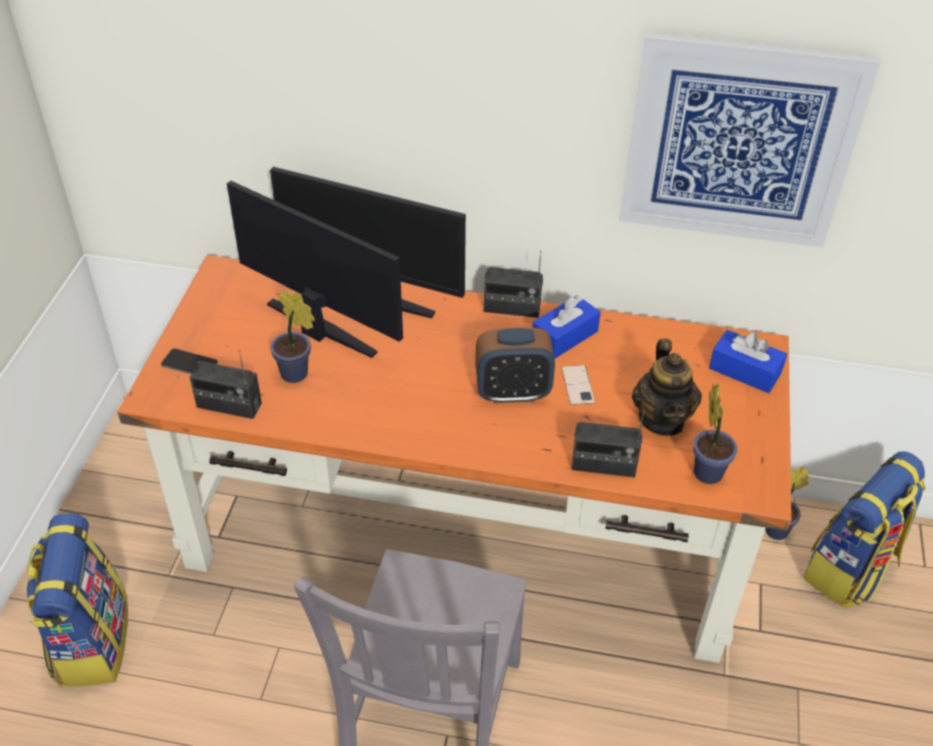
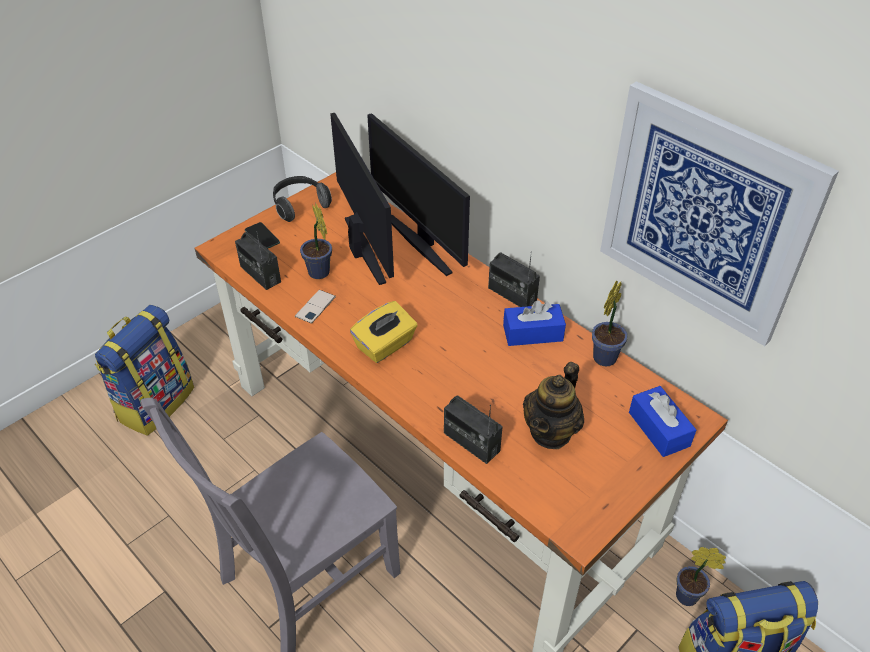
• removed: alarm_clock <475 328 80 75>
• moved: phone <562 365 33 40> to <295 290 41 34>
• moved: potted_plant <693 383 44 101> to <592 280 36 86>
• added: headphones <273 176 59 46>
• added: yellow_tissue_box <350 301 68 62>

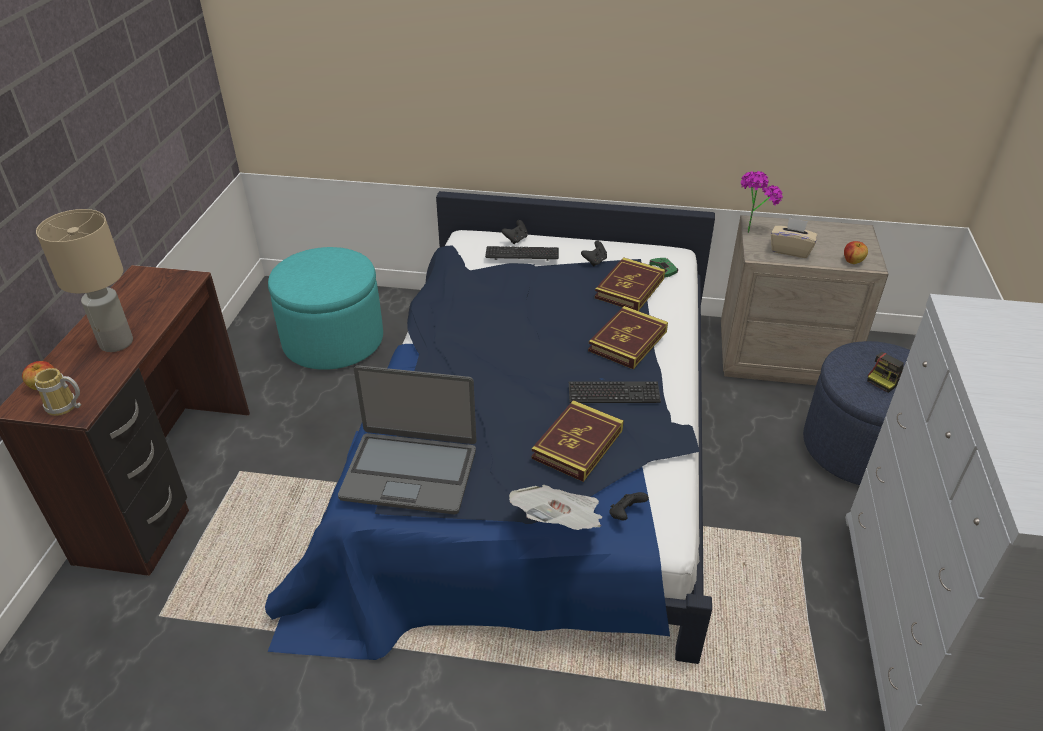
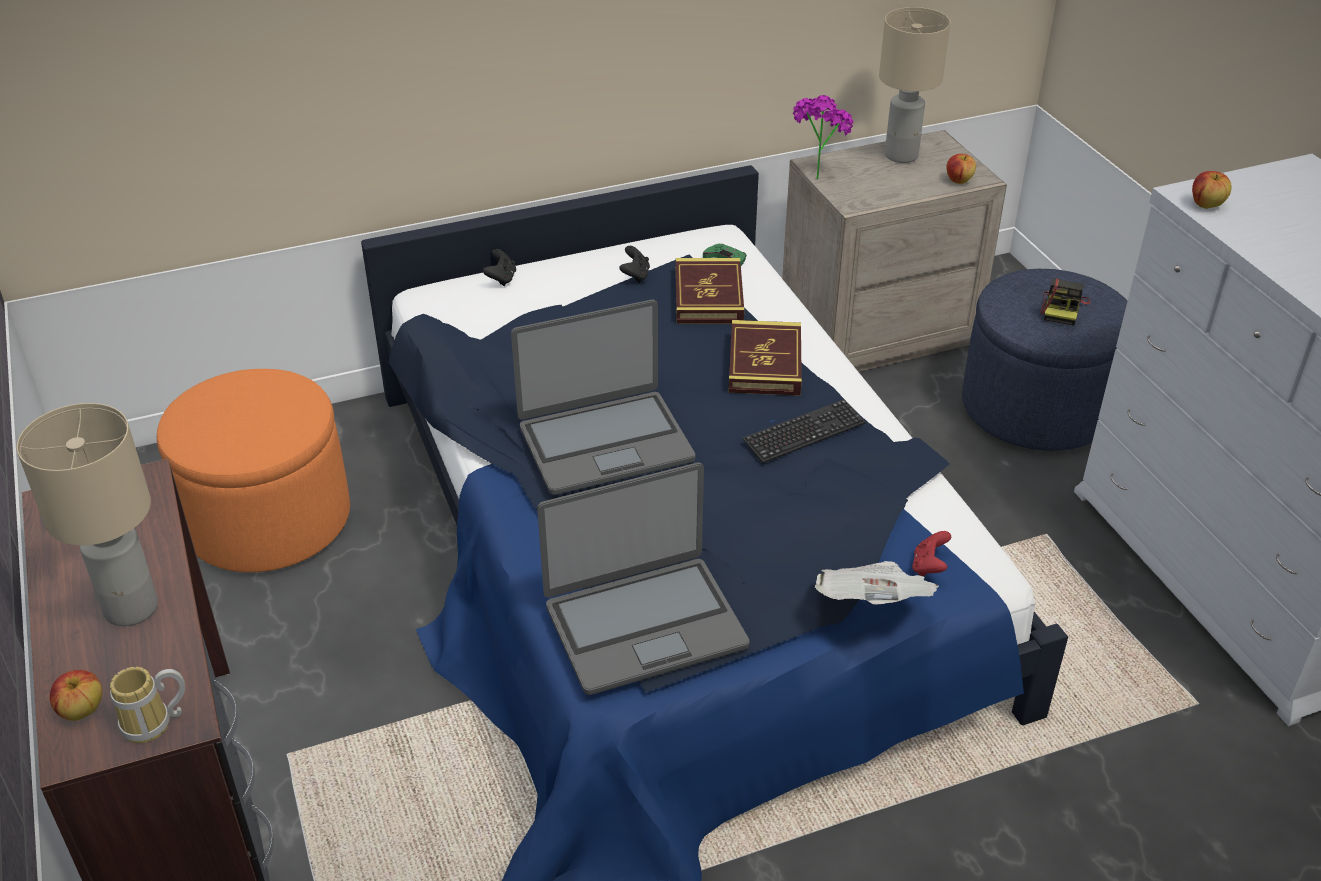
• removed: beige_tissue_box <771 217 46 41>
• removed: keyboard <485 246 74 15>
• recoloured: turquoise_ottoman <268 247 115 123> to orange_ottoman <157 369 193 203>
• removed: book <532 400 92 82>
• recoloured: black_game_controller <609 492 40 28> to red_game_controller <912 531 39 45>
• added: beige_table_lamp <879 7 71 156>
• added: apple <1192 171 40 38>
• added: laptop <511 300 184 195>

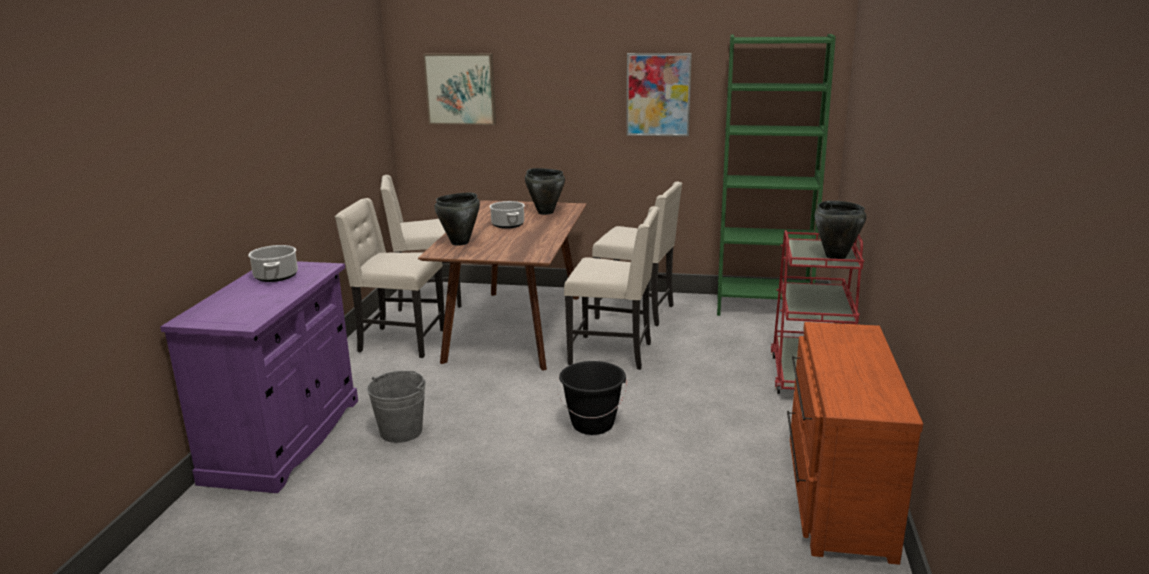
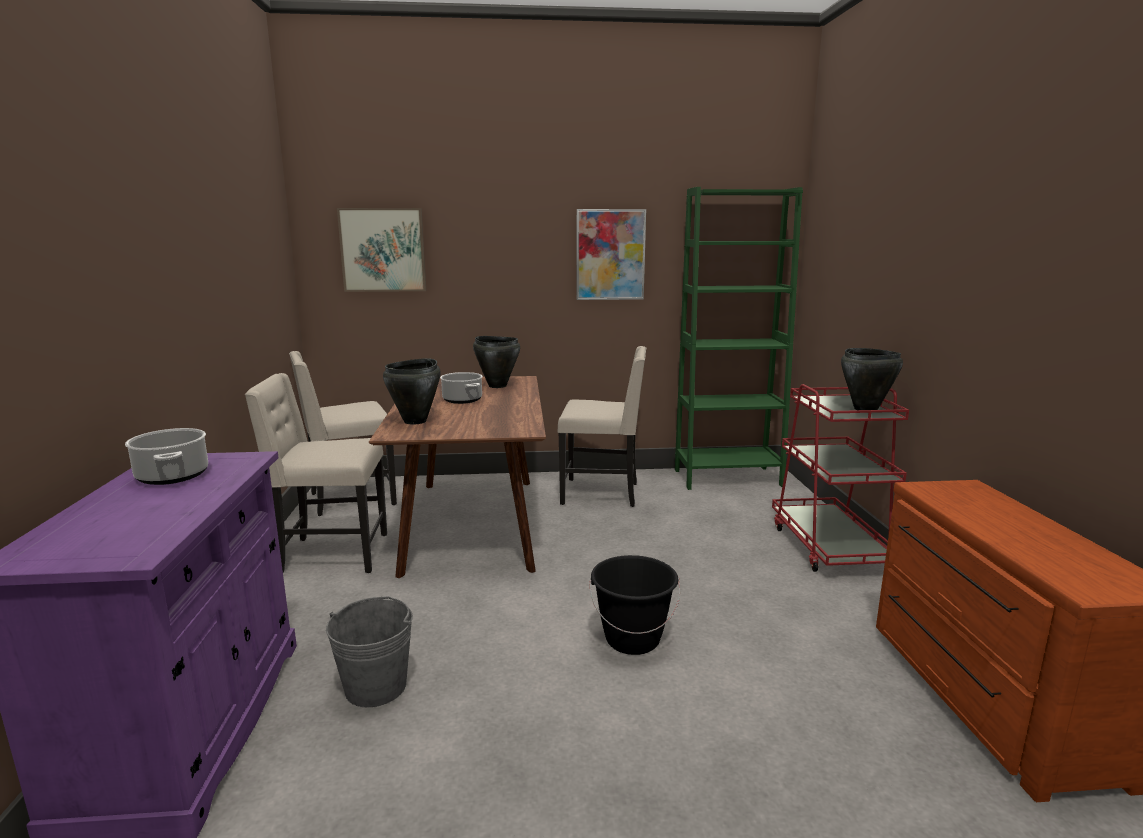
• removed: beige_chair <564 206 96 164>

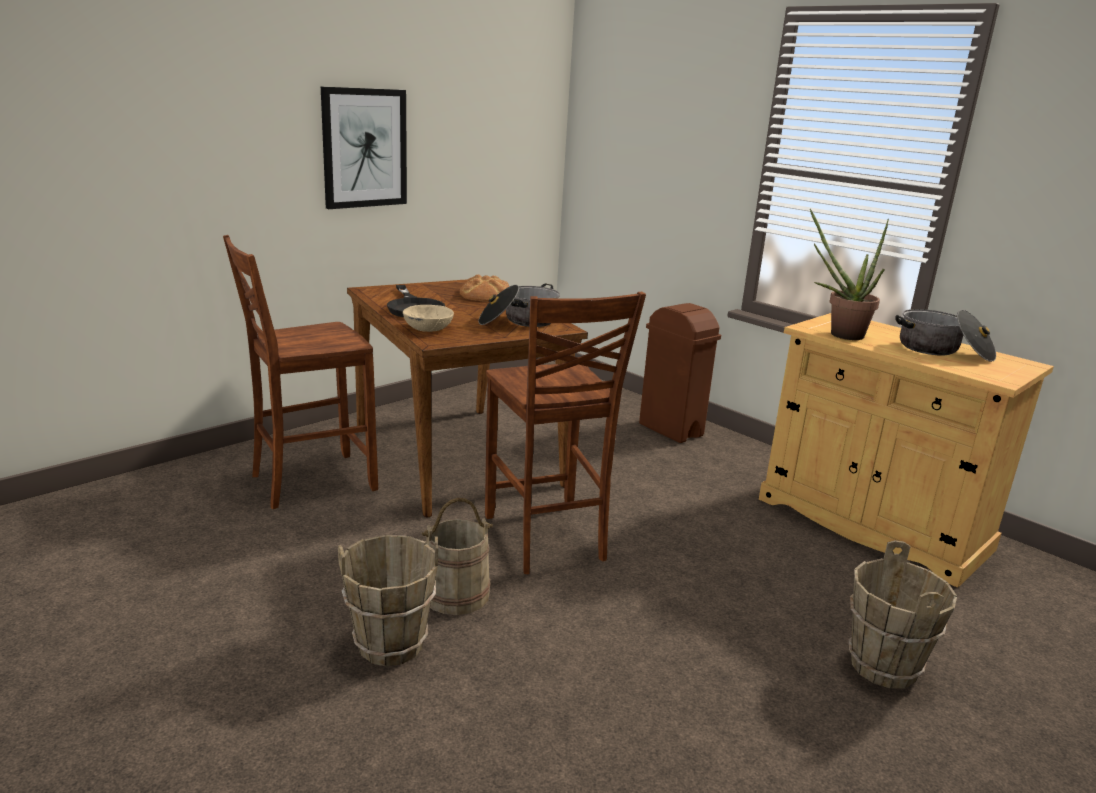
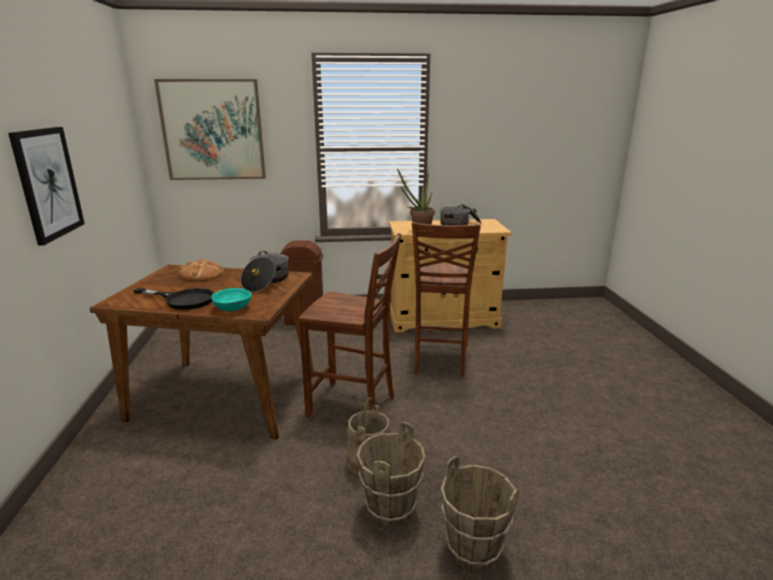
• moved: brown_chair <223 235 155 274> to <412 222 69 155>
• recoloured: beige_bowl <403 305 51 27> to turquoise_bowl <211 288 40 23>
• moved: brown_bucket <849 540 108 149> to <441 456 78 114>
• added: picture <154 79 112 101>

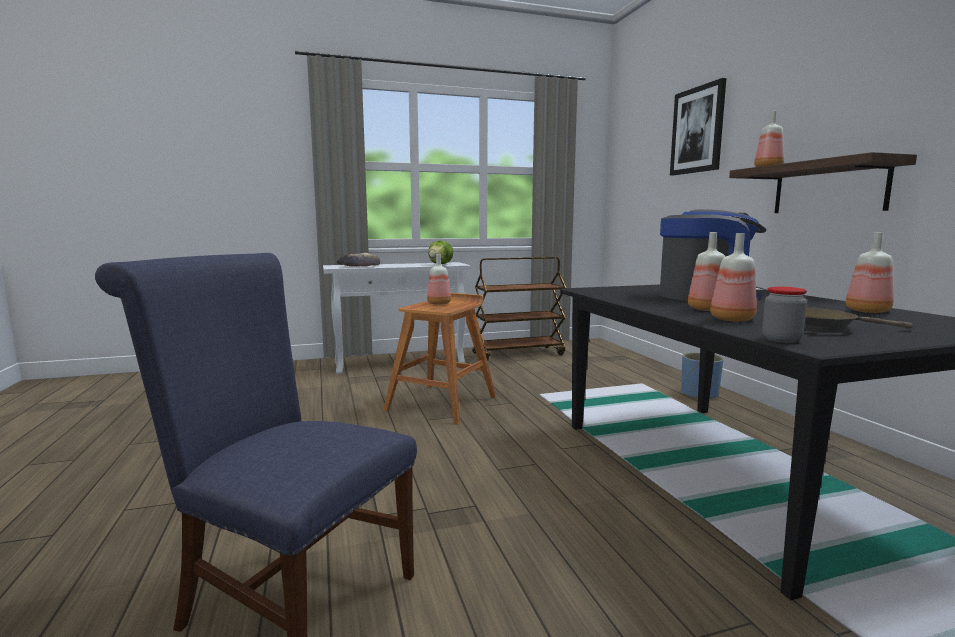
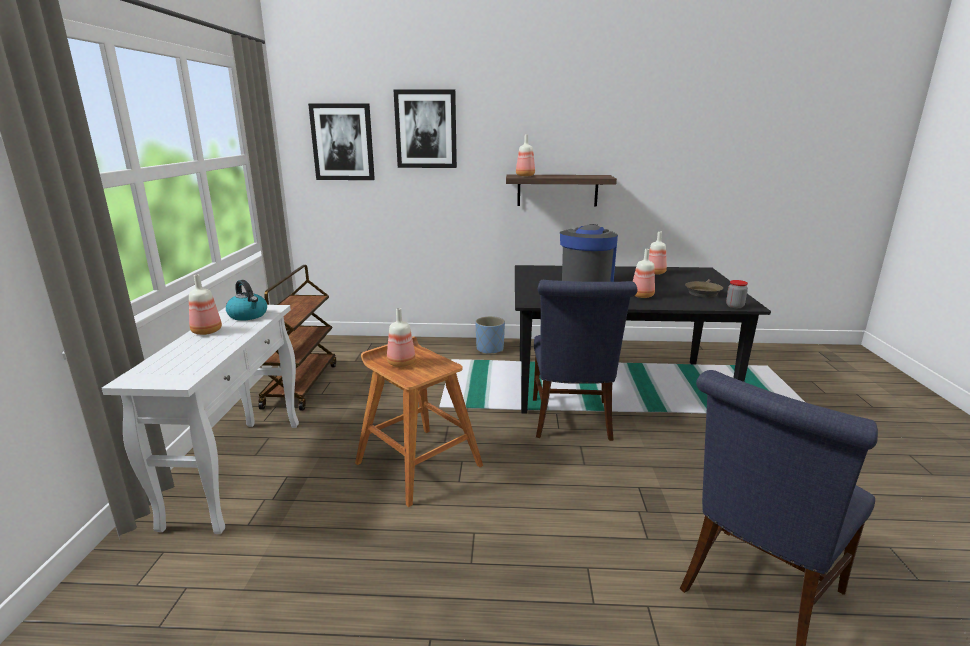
• moved: bottle <710 233 47 89> to <189 275 33 60>
• replaced: lettuce <428 240 26 24> to kettle <226 280 41 41>
• removed: bread <337 252 43 15>
• added: picture <308 103 67 77>
• added: blue_chair <533 280 105 161>

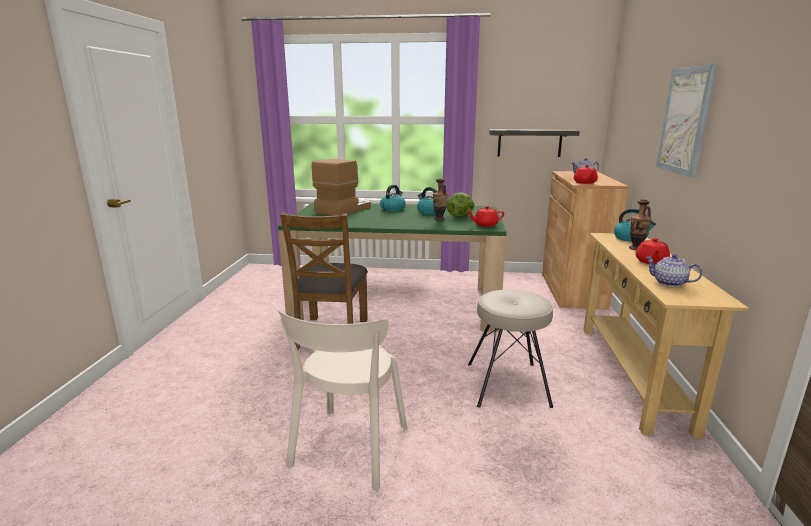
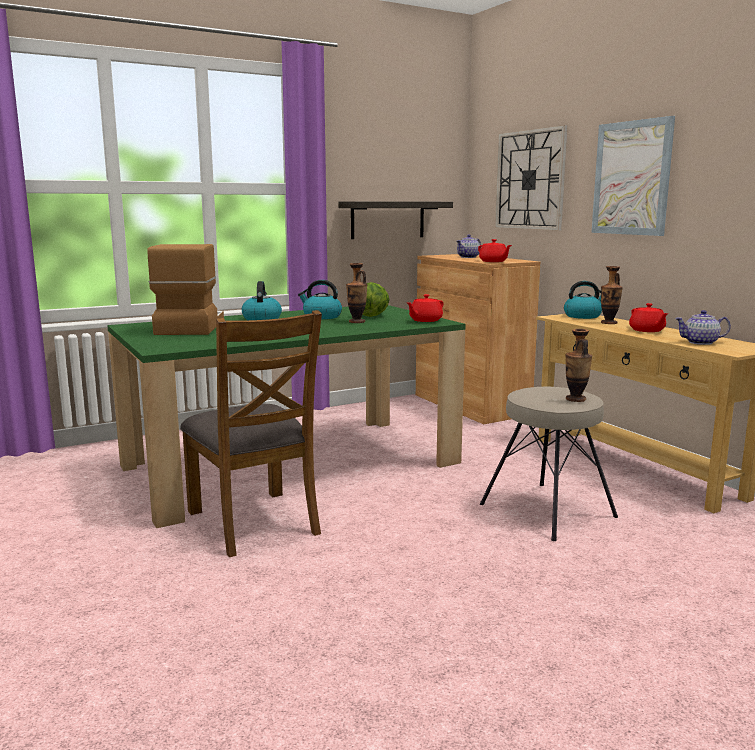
• removed: beige_chair <273 303 134 186>
• added: wall_clock <495 125 73 106>
• added: vase <565 329 27 73>

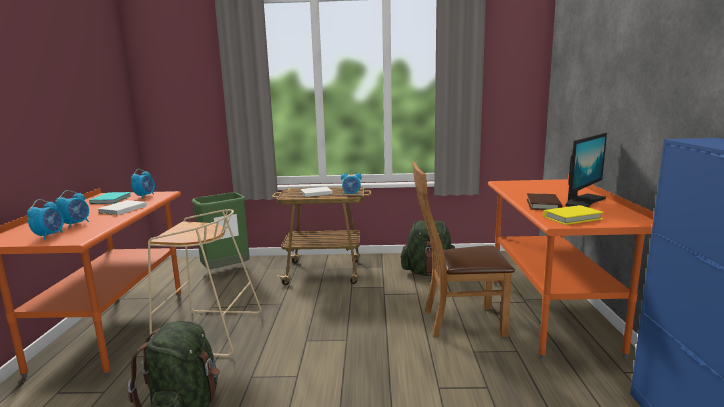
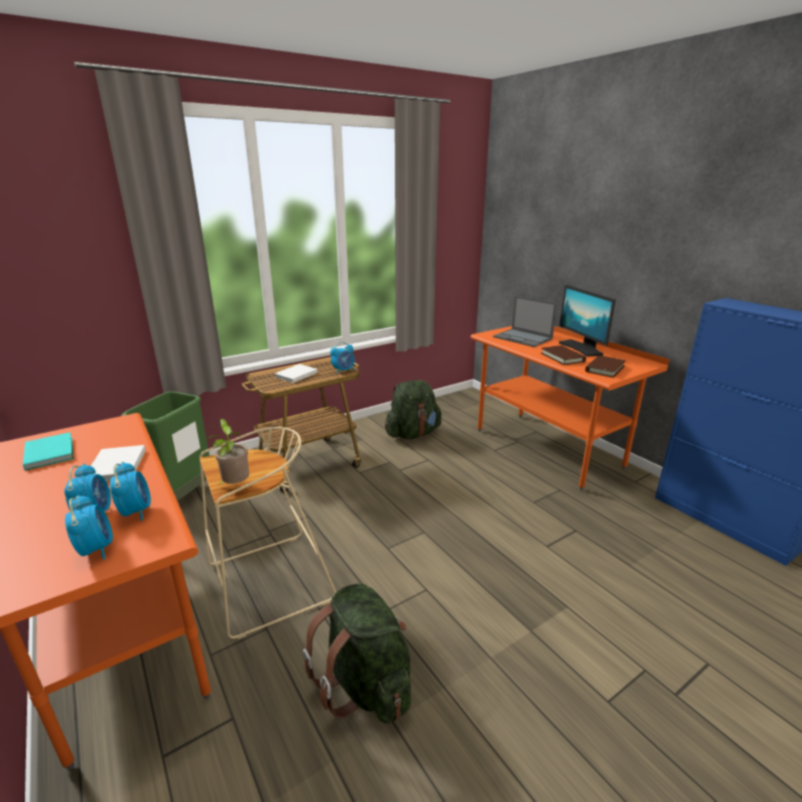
• turned: monitor <566 133 41 74> = <559 285 57 72> 150 degrees clockwise
• removed: brown_chair <412 162 103 175>
• moved: alarm_clock <131 169 24 29> to <110 462 41 59>
• recoloured: yellow_book <543 205 61 20> to brown_book <585 355 41 23>
• added: laptop <493 296 64 51>
• added: potted_plant <205 419 44 65>

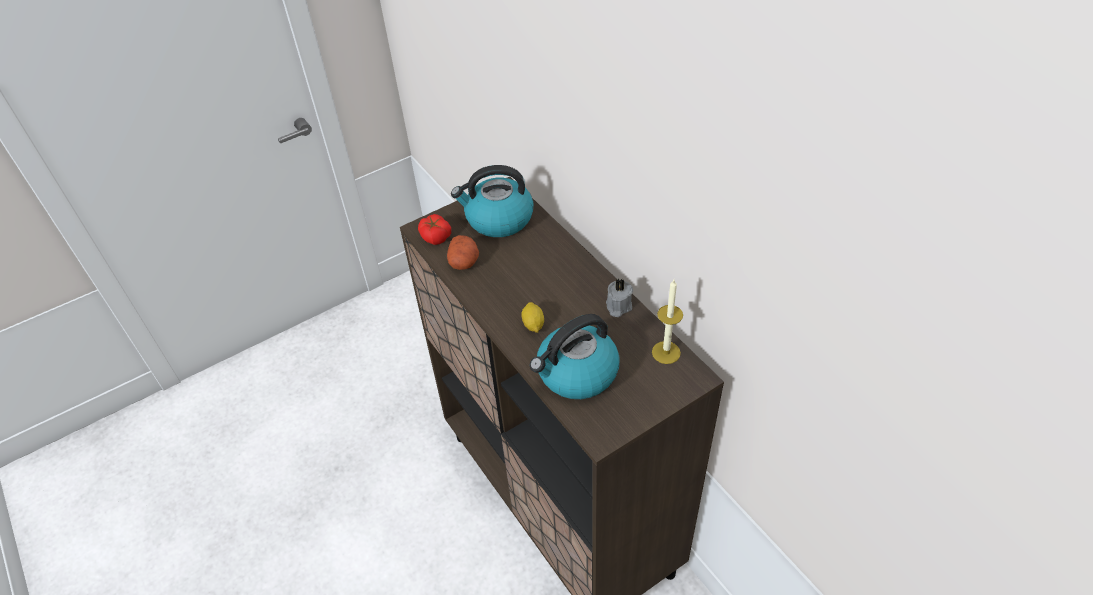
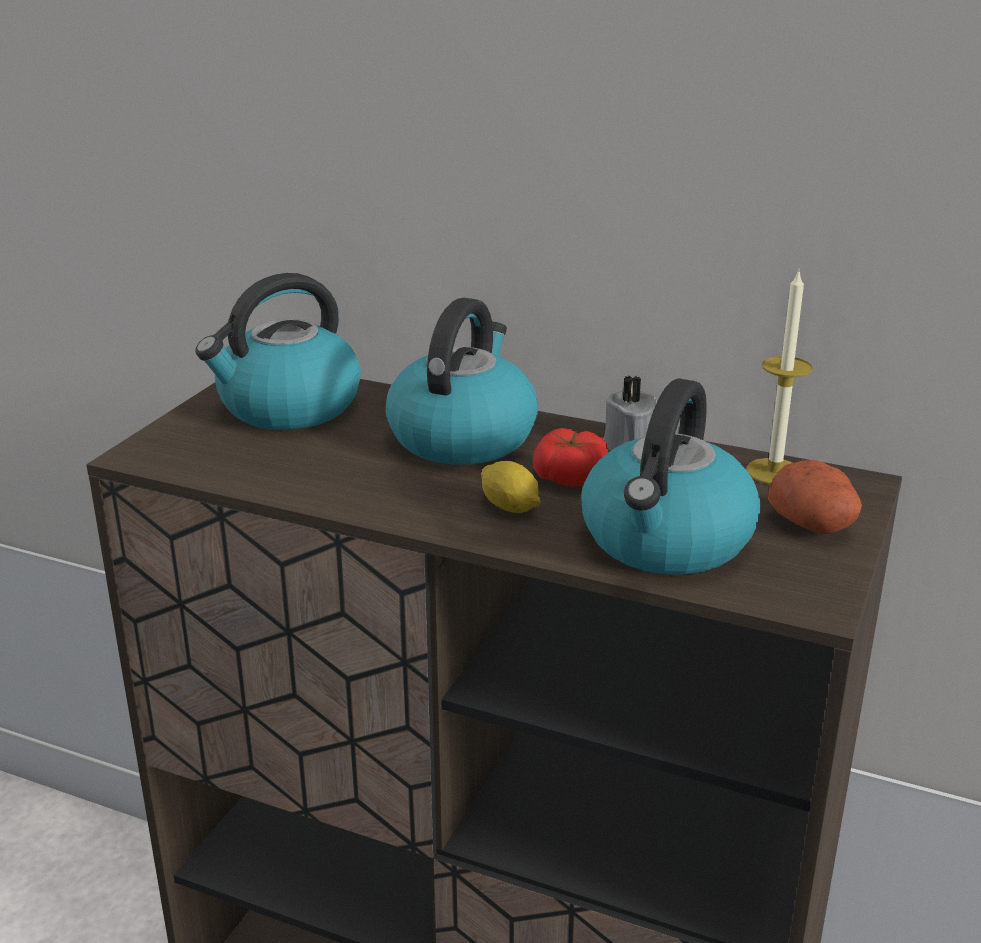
• moved: tomato <418 214 33 31> to <533 428 75 59>
• moved: potato <447 235 32 35> to <768 460 94 74>
• added: kettle <385 298 153 167>

